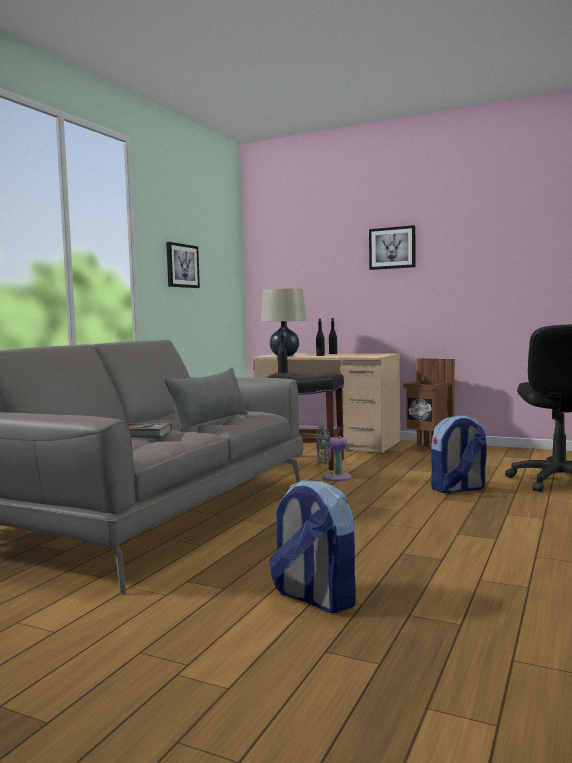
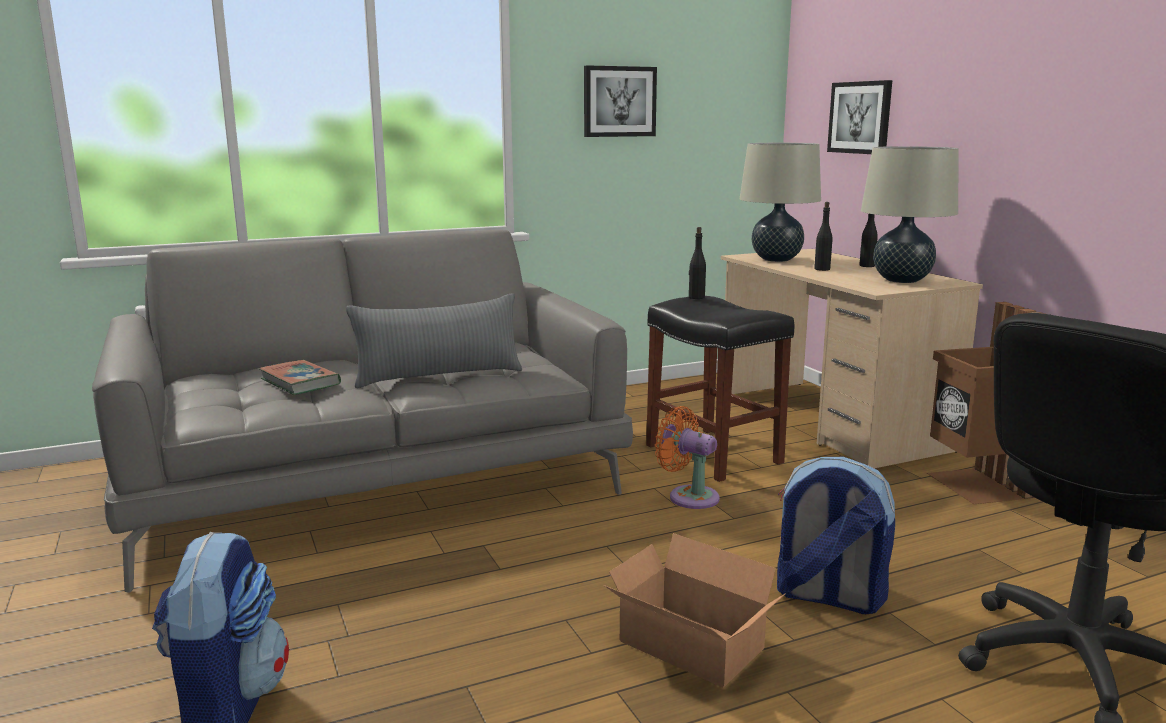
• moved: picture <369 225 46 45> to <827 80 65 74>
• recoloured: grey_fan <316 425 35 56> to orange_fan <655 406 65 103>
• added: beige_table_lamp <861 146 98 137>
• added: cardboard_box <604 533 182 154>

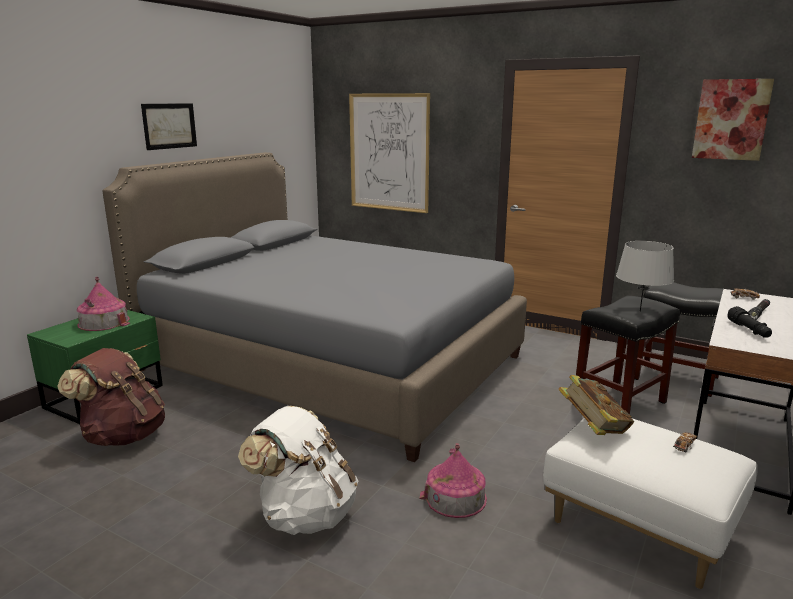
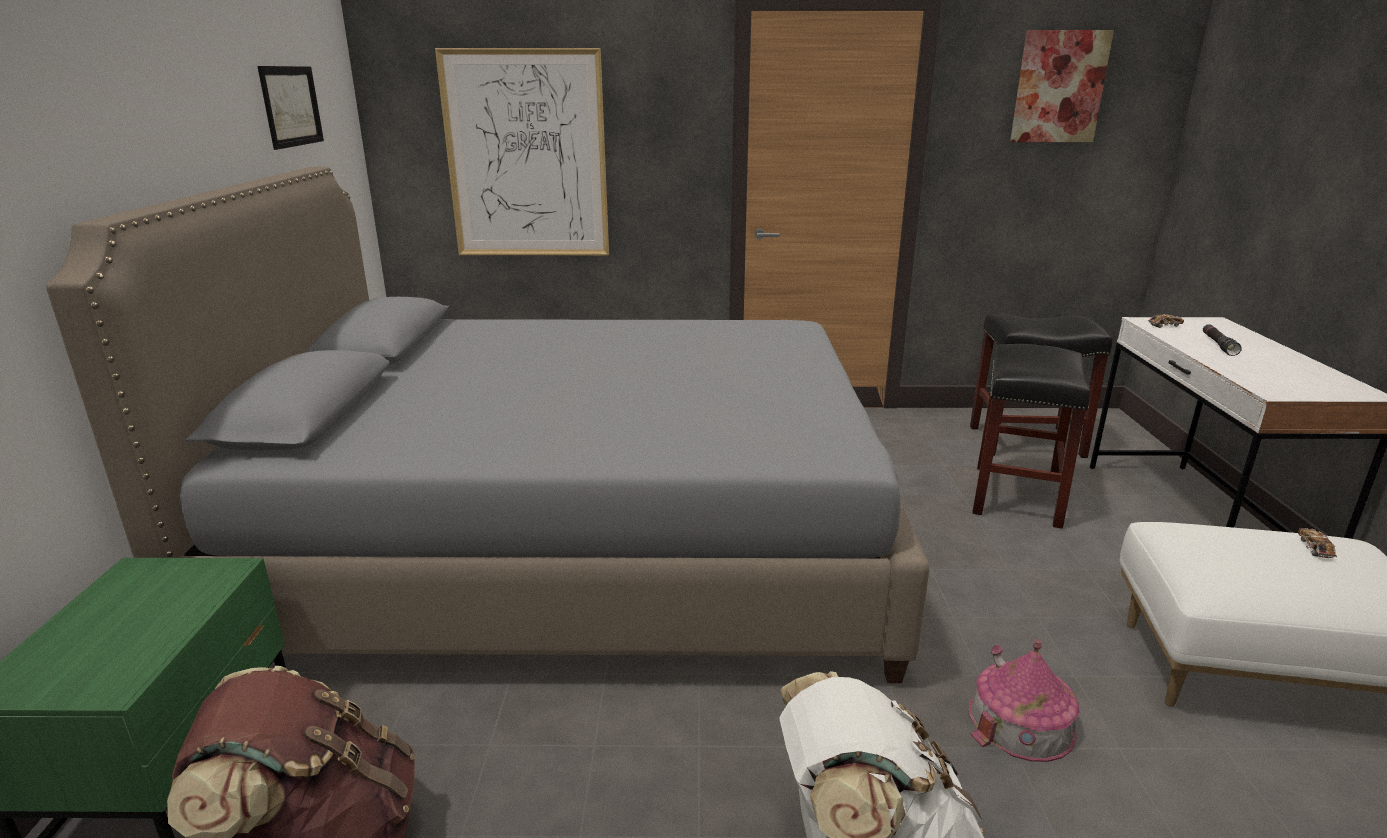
• moved: picture <141 103 56 47> to <257 66 67 84>
• removed: grey_table_lamp <616 241 58 71>
• removed: toy_house <77 277 53 54>
• removed: black_flashlight <727 306 45 32>
• removed: book <558 375 76 60>

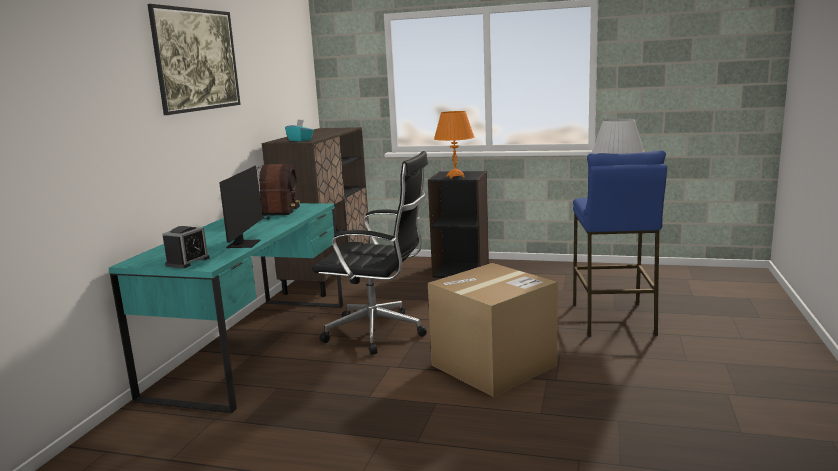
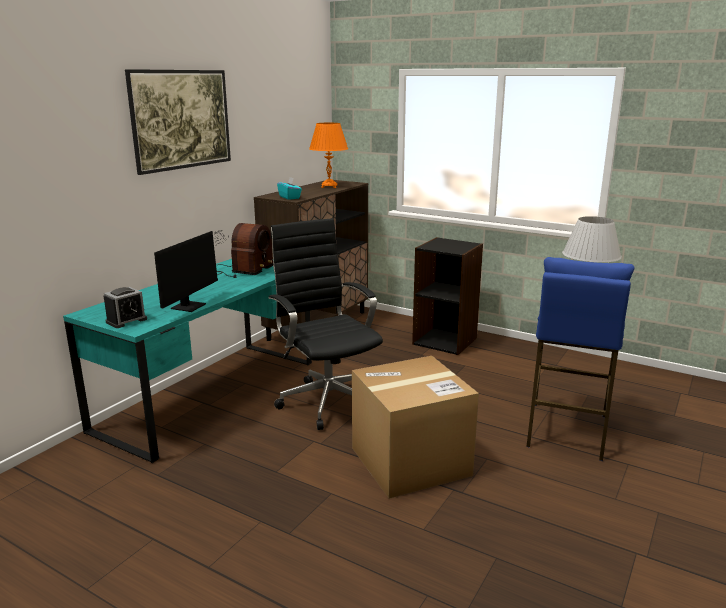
• moved: orange_table_lamp <434 111 40 68> to <309 123 39 65>
• turned: black_office_chair <312 151 116 204> = <268 218 115 212> 150 degrees counterclockwise

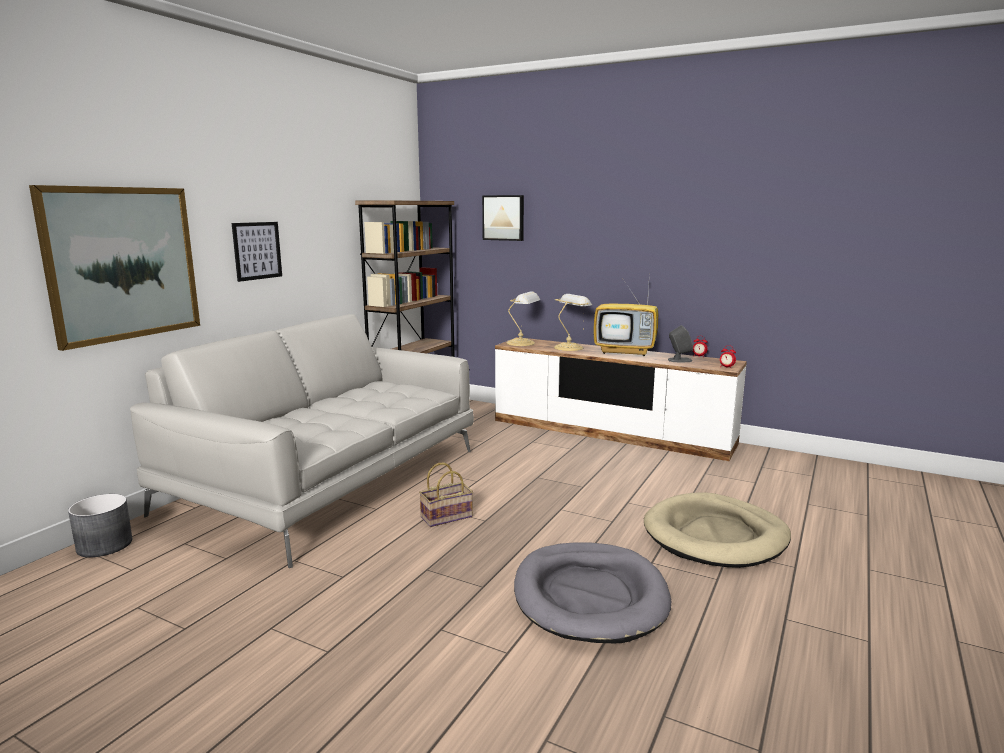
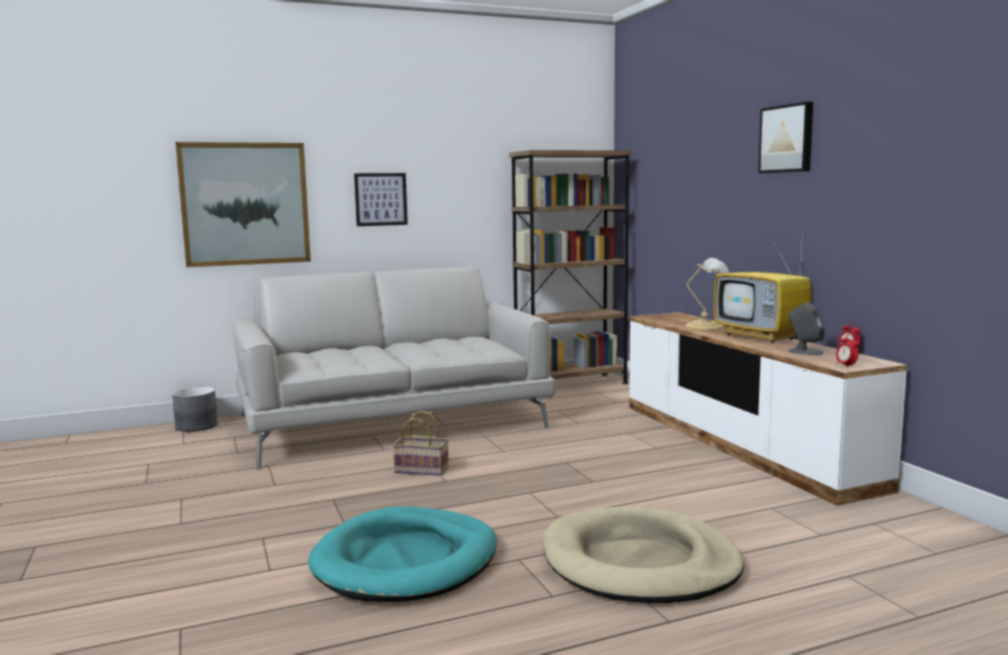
• moved: picture <482 195 42 46> to <758 102 55 71>
• removed: table_lamp <506 291 34 55>
• recoloured: grey_dog_bed <514 542 157 101> to turquoise_dog_bed <308 506 189 96>

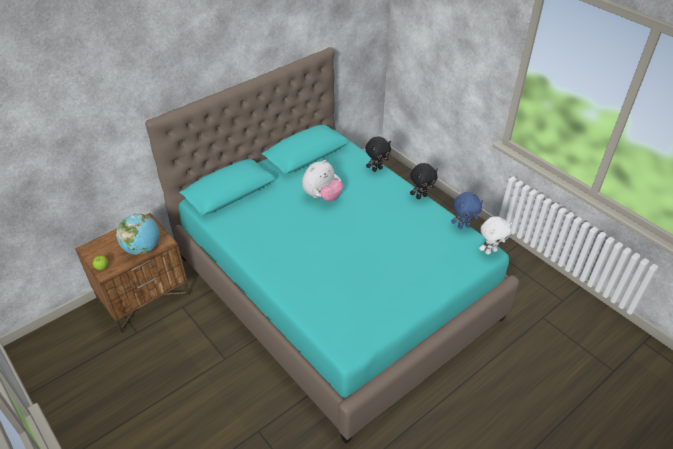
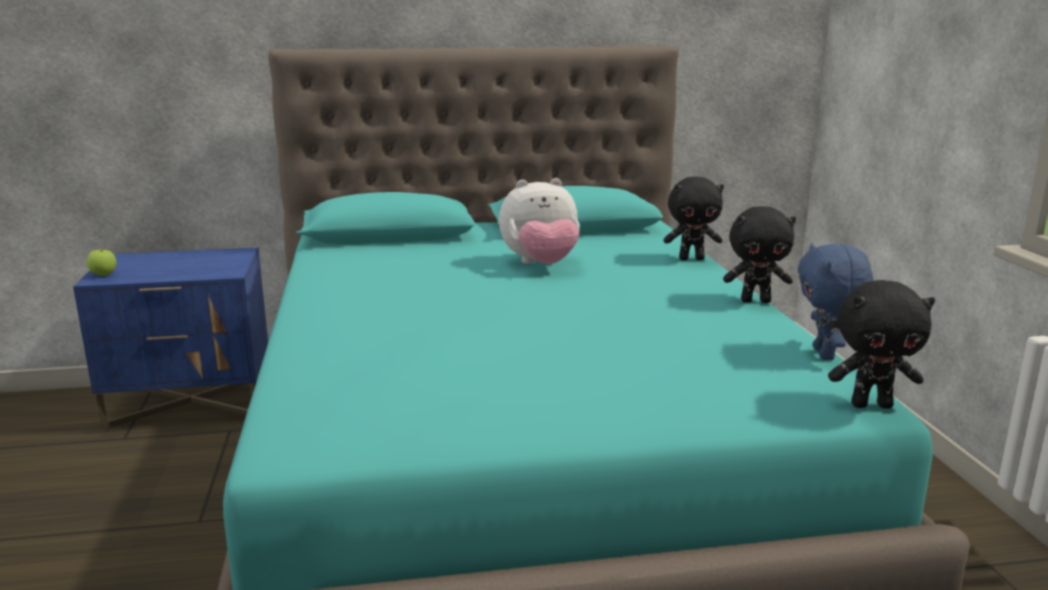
• turned: blue_plush_toy <451 192 32 37> = <798 243 76 117> 75 degrees clockwise
• recoloured: brown_nightstand <75 213 115 121> to blue_nightstand <73 248 195 184>
• removed: globe <116 214 44 41>
• recoloured: white_plush_toy <479 216 33 39> to black_plush_toy <828 280 107 129>

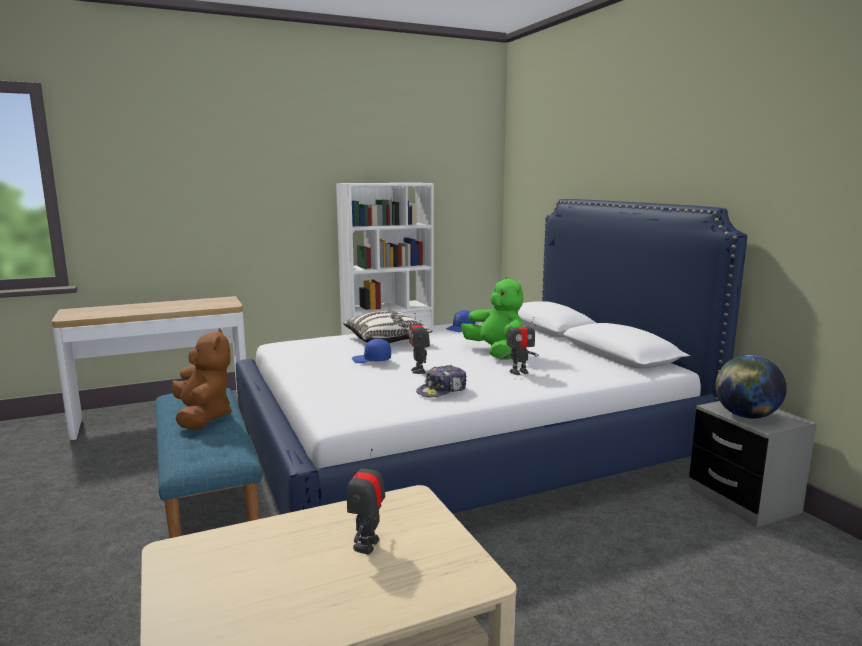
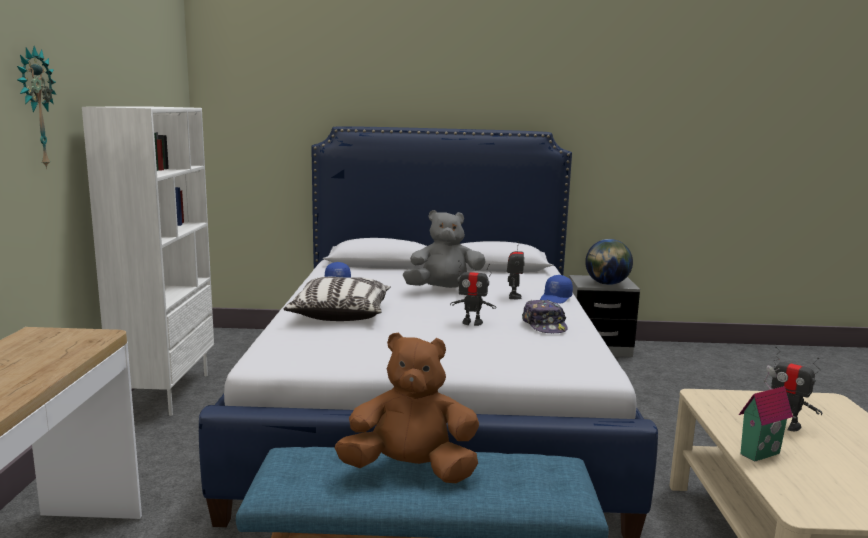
• recoloured: green_plush_toy <461 276 62 83> to grey_plush_toy <403 210 82 78>
• moved: blue_cap <352 339 39 24> to <540 275 33 29>
• added: wall_clock <17 46 39 123>
• added: toy_house <739 365 54 97>

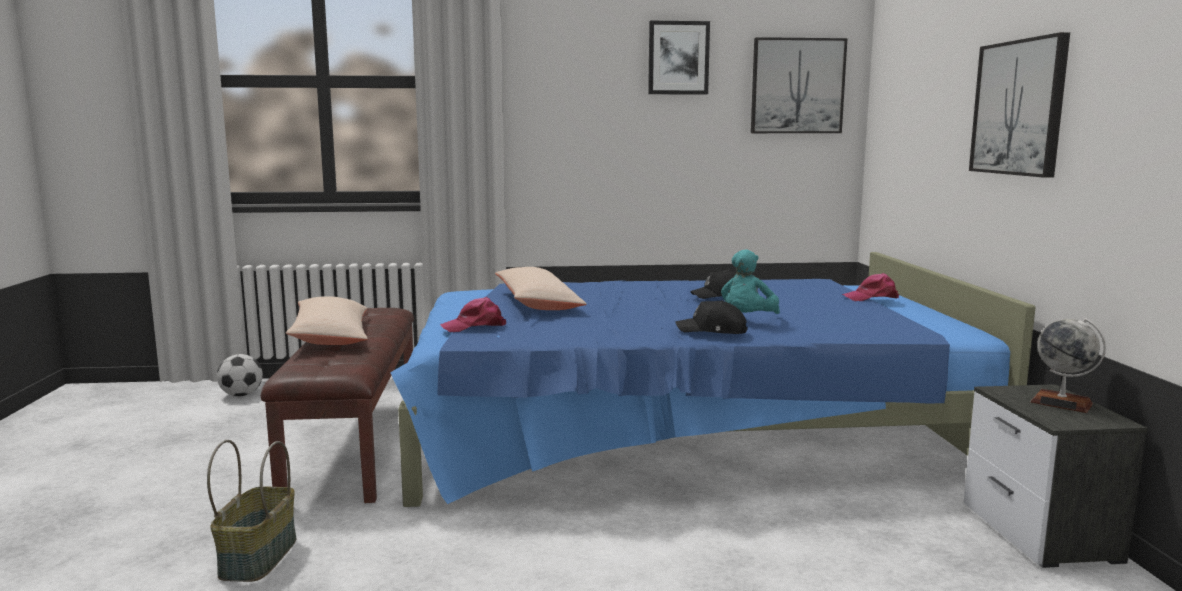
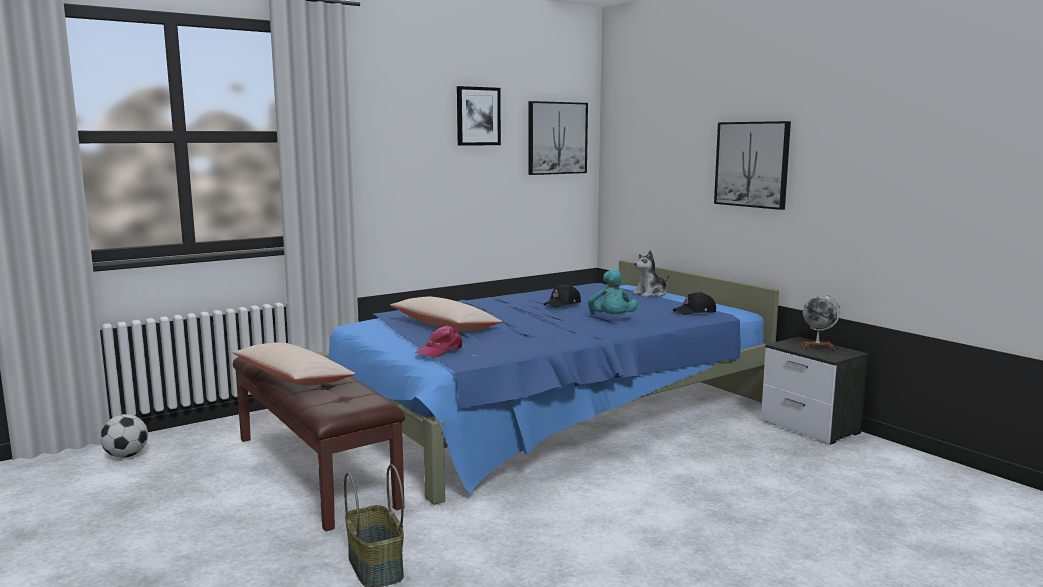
• replaced: pink_cap <842 273 57 28> to plush_toy <632 250 37 47>
• moved: black_cap <675 300 73 34> to <673 292 43 23>

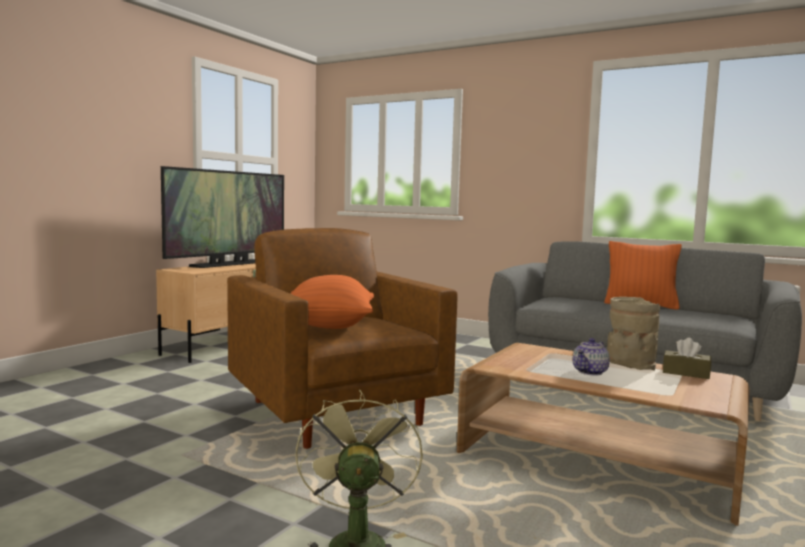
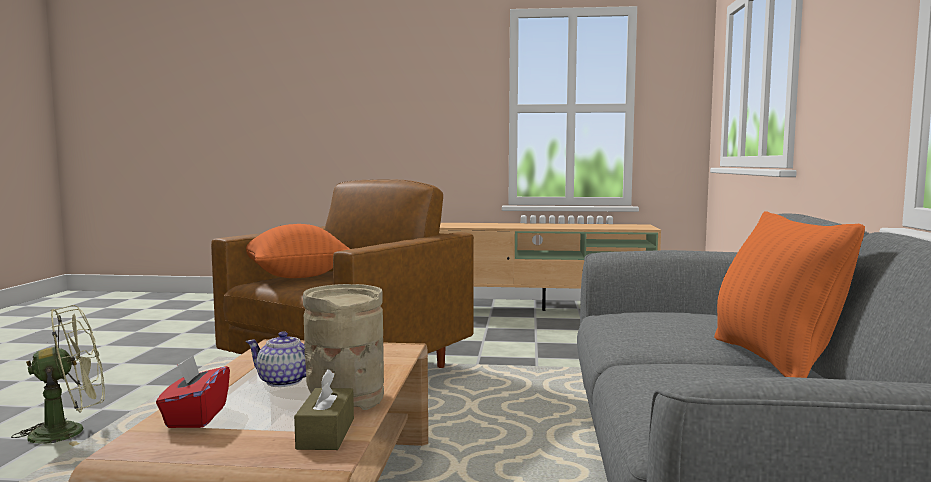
• removed: television <161 166 123 102>
• added: red_tissue_box <156 355 74 73>

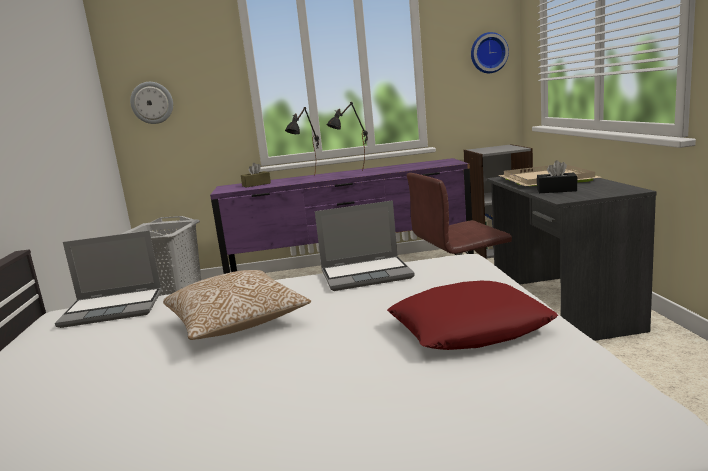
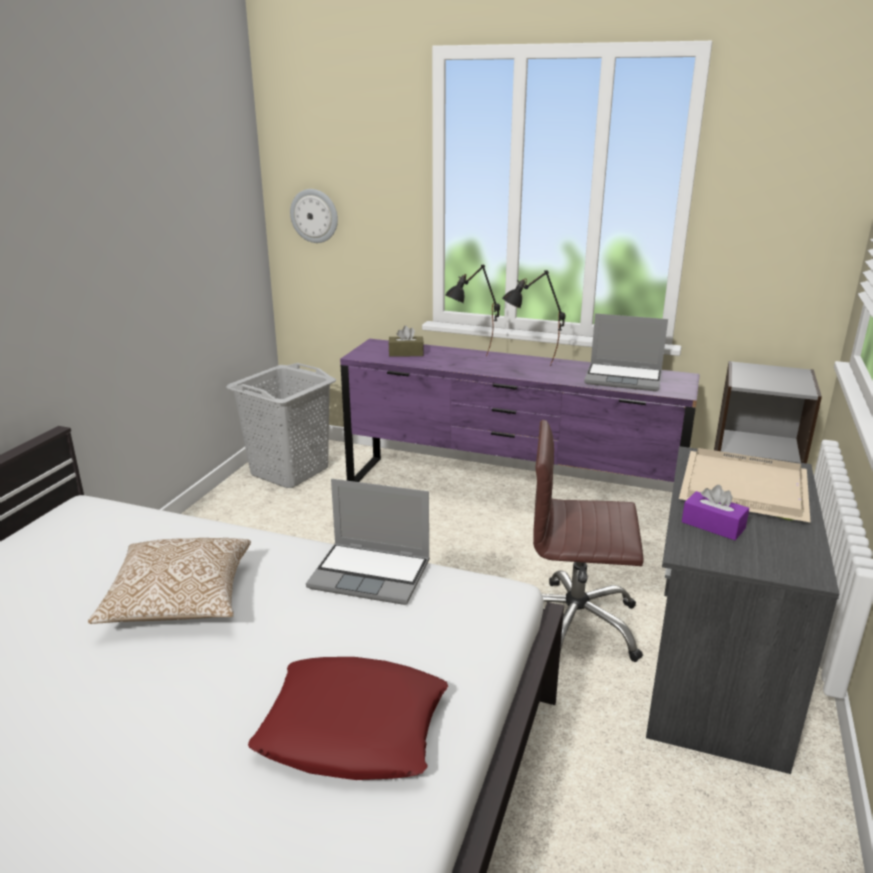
• removed: wall_clock <471 32 38 41>
• recoloured: black_tissue_box <537 160 41 33> to purple_tissue_box <682 485 67 55>
• moved: laptop <55 230 107 98> to <584 313 84 78>

